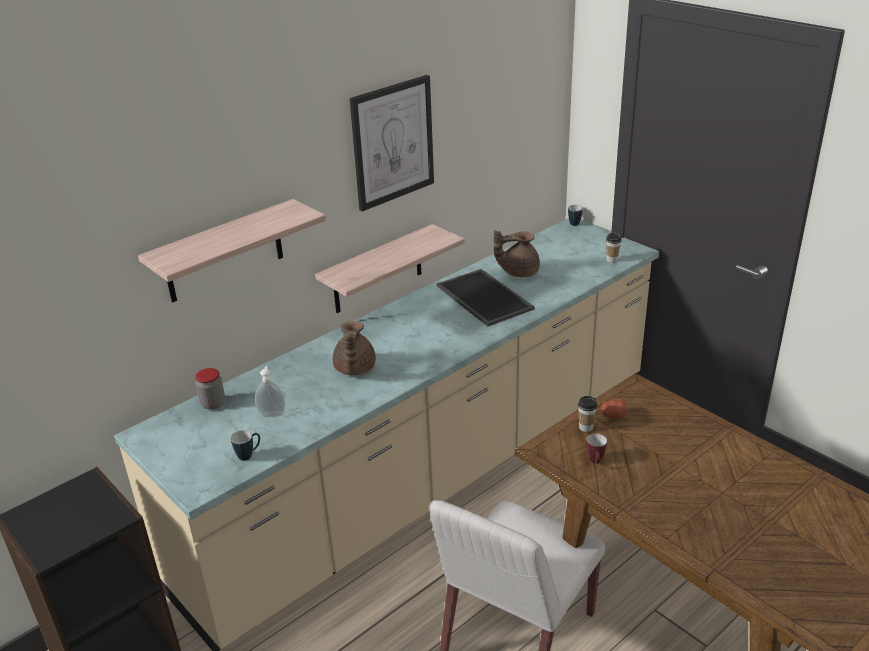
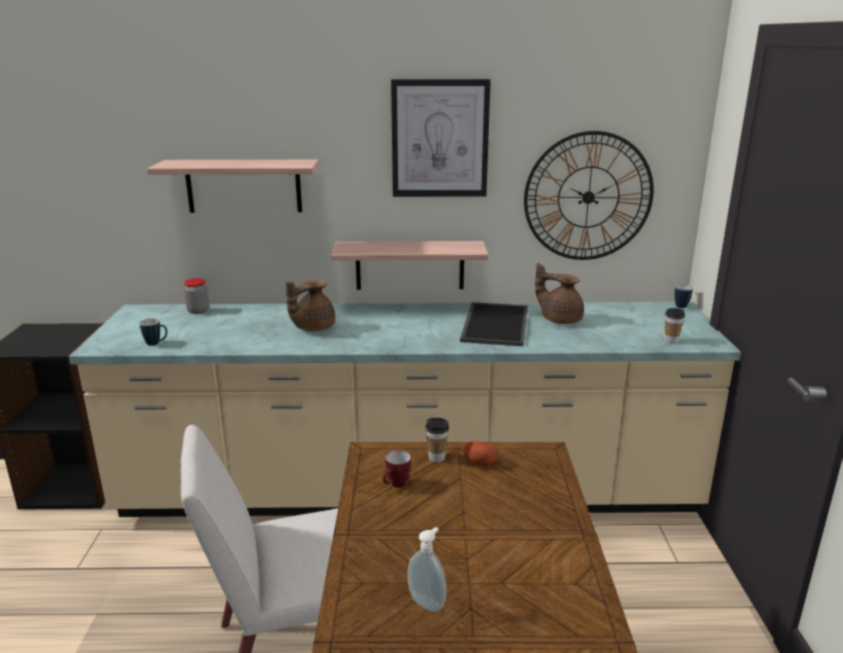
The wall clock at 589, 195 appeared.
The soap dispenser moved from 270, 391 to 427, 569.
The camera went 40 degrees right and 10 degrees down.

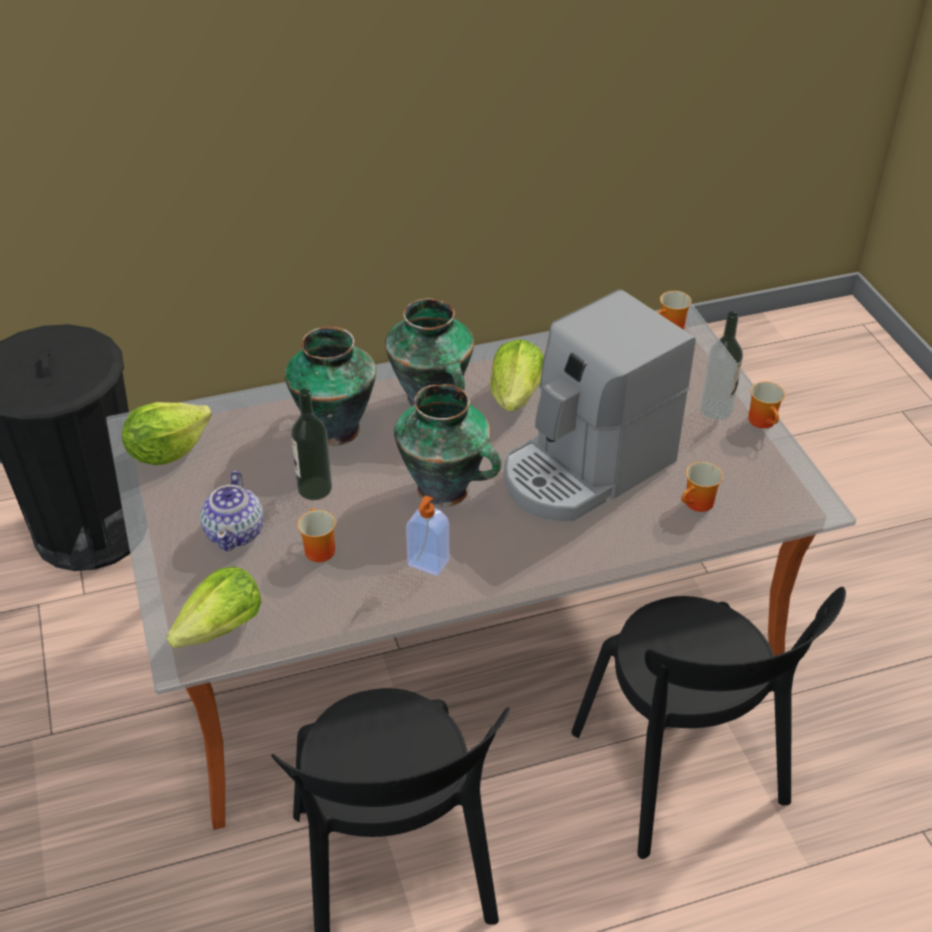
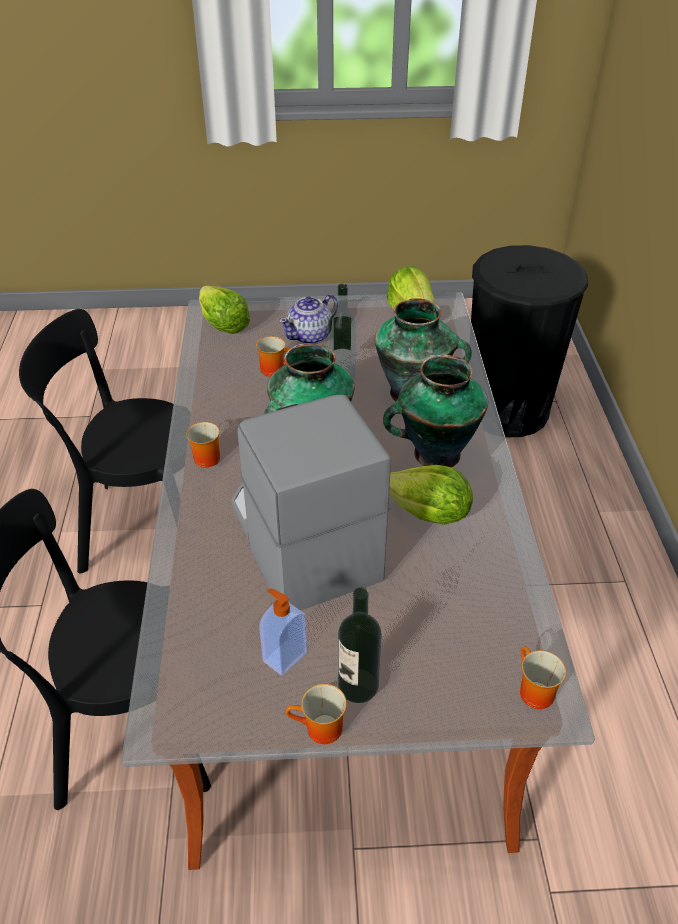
The soap dispenser moved from 427, 535 to 283, 632.
The mug moved from 702, 487 to 203, 445.
The teapot at 231, 510 turned 60 degrees counterclockwise.
The camera went 105 degrees right and 0 degrees up.

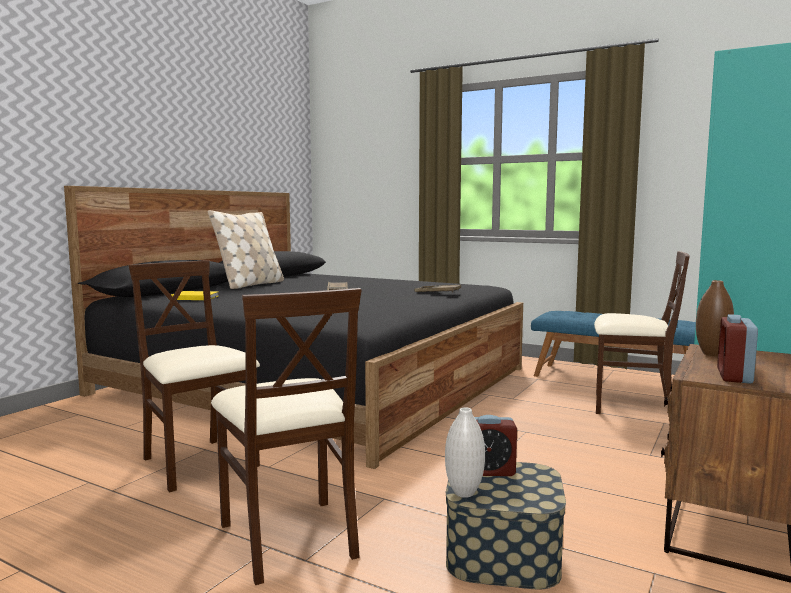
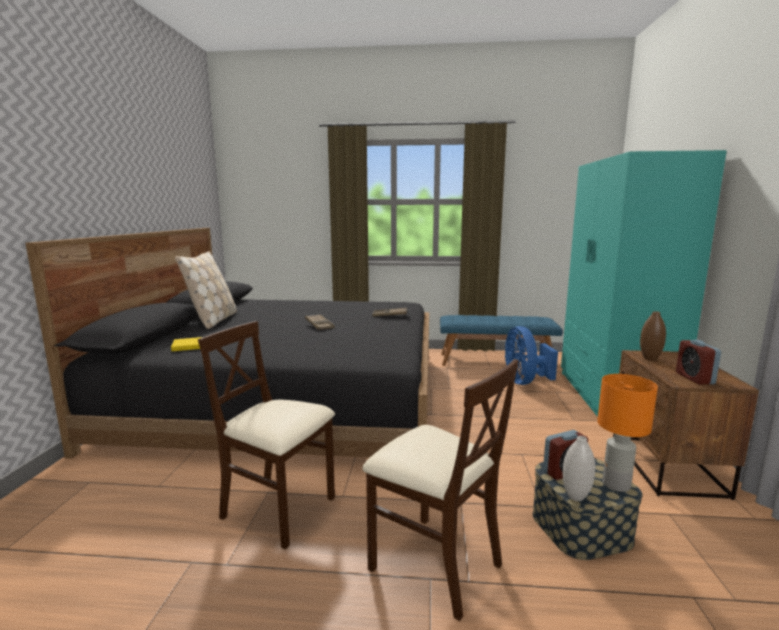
The table lamp/orange at 627, 433 appeared.
The chair/beige at 642, 332 was replaced by the fan/blue at 531, 355.
The camera went 25 degrees left and 5 degrees up.

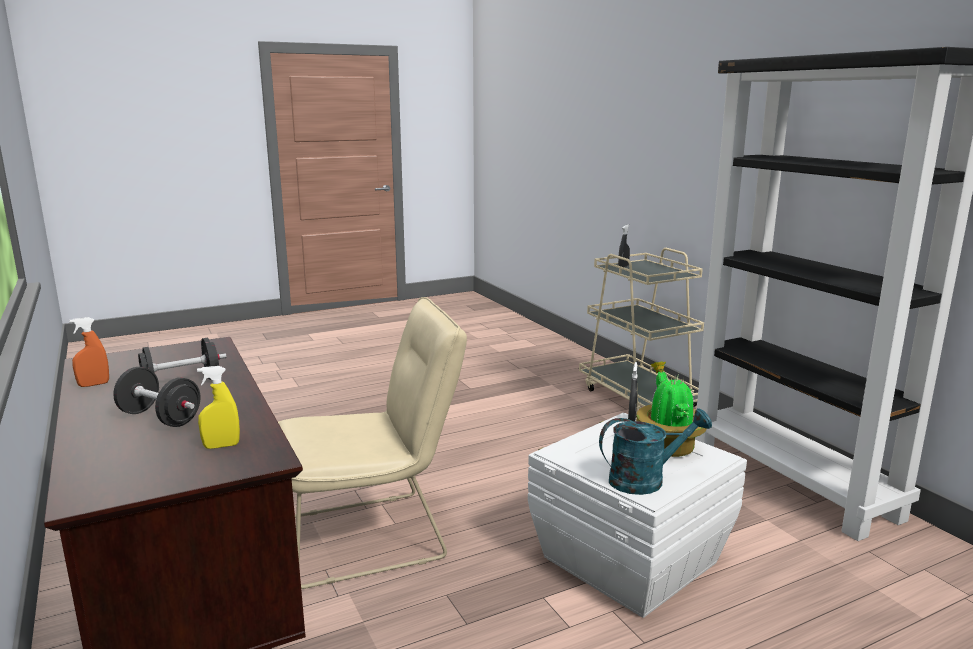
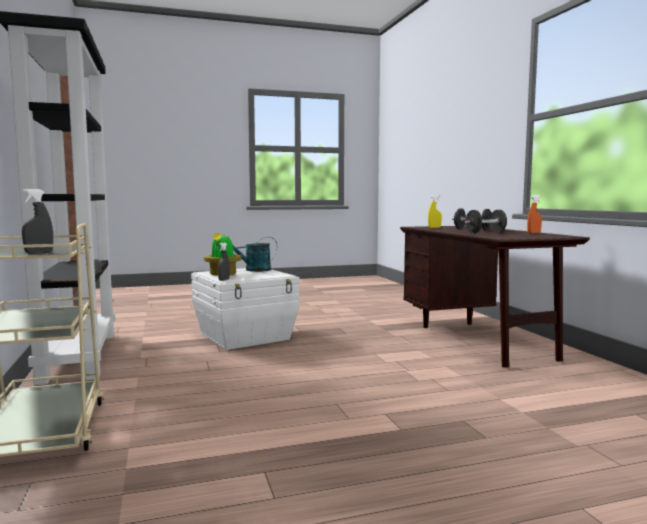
The chair/beige at 372, 443 disappeared.
The camera went 170 degrees left and 10 degrees down.

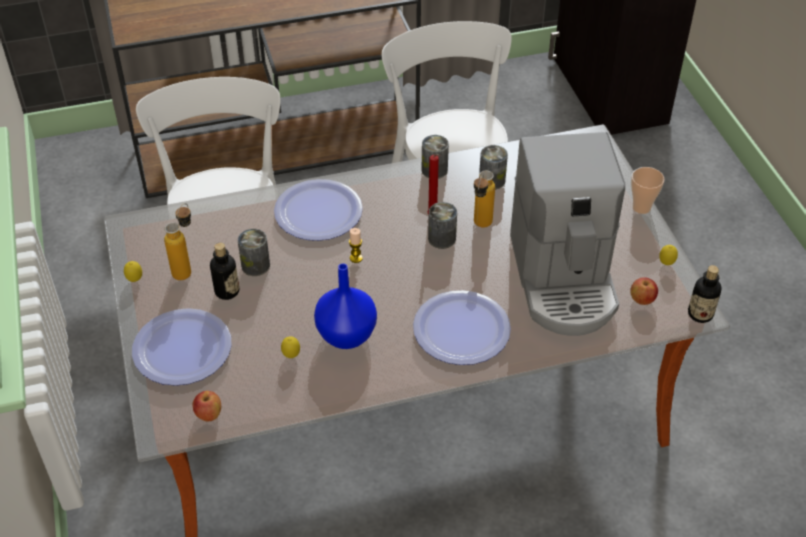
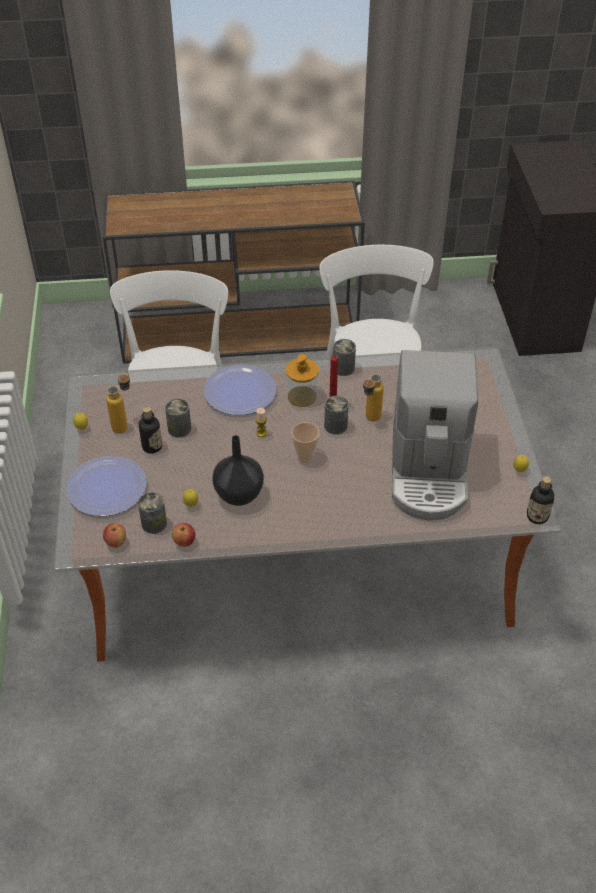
The plate at 462, 327 disappeared.
The soap dispenser at 302, 380 appeared.
The can moved from 493, 167 to 152, 513.
The apple moved from 644, 291 to 183, 535.
The cup moved from 647, 190 to 305, 442.
The vase/blue at 345, 306 became the vase/black at 238, 470.
The camera went 10 degrees right and 0 degrees up.

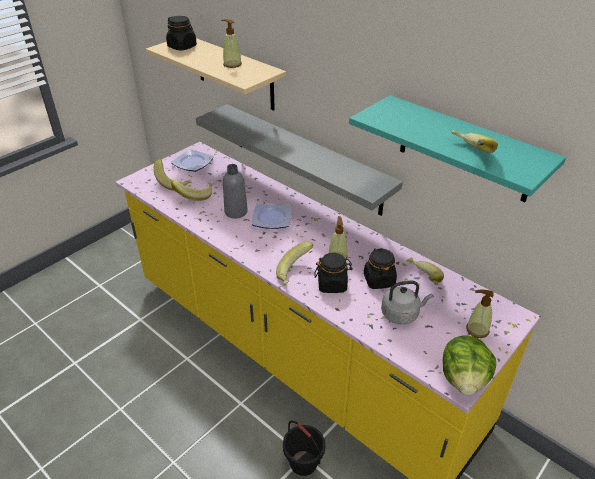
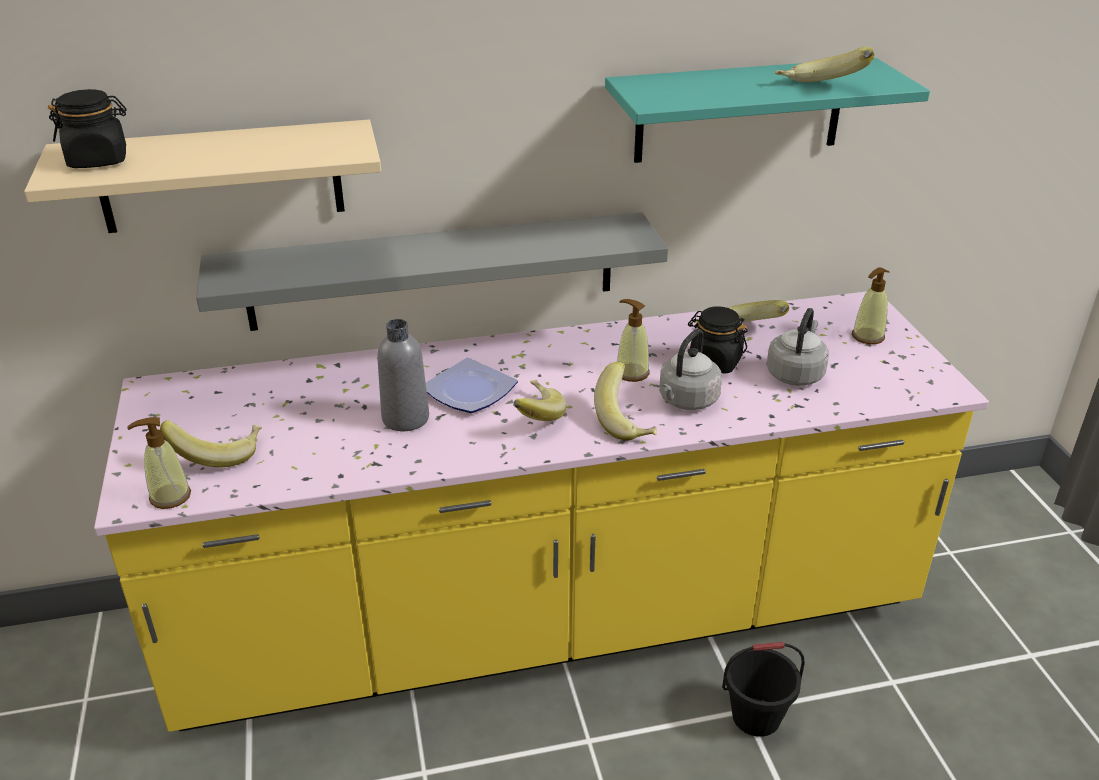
The plate at 192, 160 disappeared.
The lettuce at 469, 365 disappeared.
The banana moved from 192, 190 to 540, 400.
The soap dispenser moved from 231, 43 to 159, 463.
The jar/black at 333, 273 was replaced by the kettle/grey at 690, 369.
The camera went 55 degrees left and 5 degrees down.

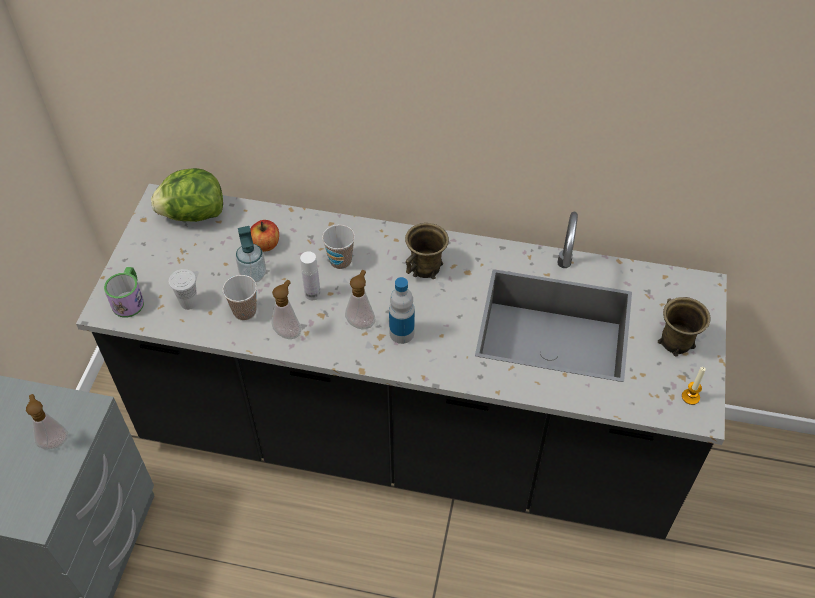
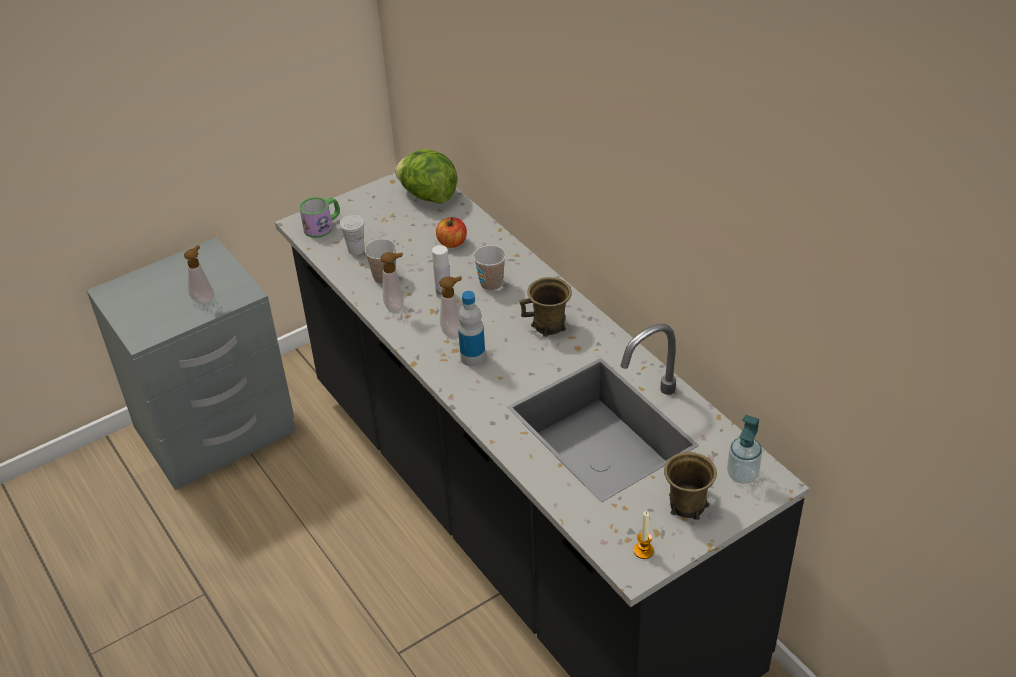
The soap dispenser moved from 251, 254 to 744, 449.
The camera went 45 degrees right and 10 degrees down.

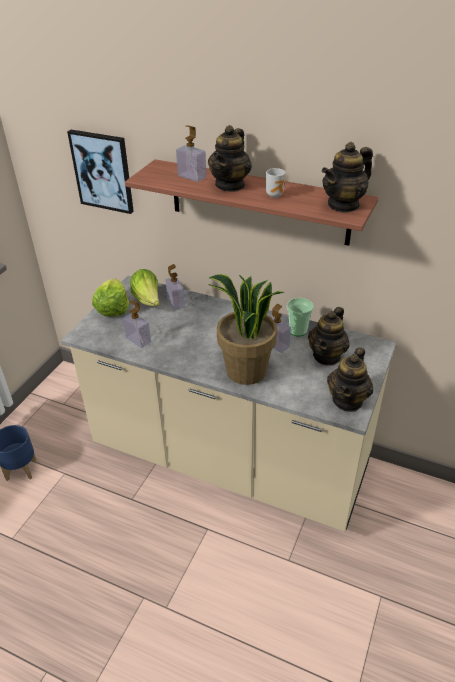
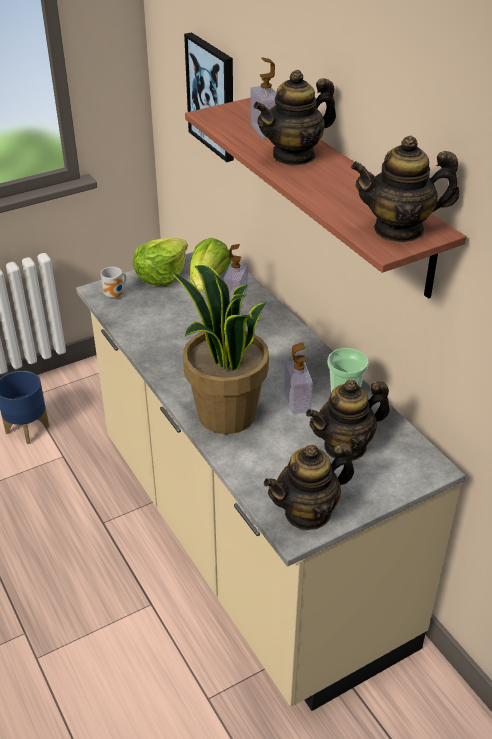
The soap dispenser at 137, 324 disappeared.
The mug moved from 275, 183 to 113, 283.
The camera went 35 degrees right and 0 degrees up.

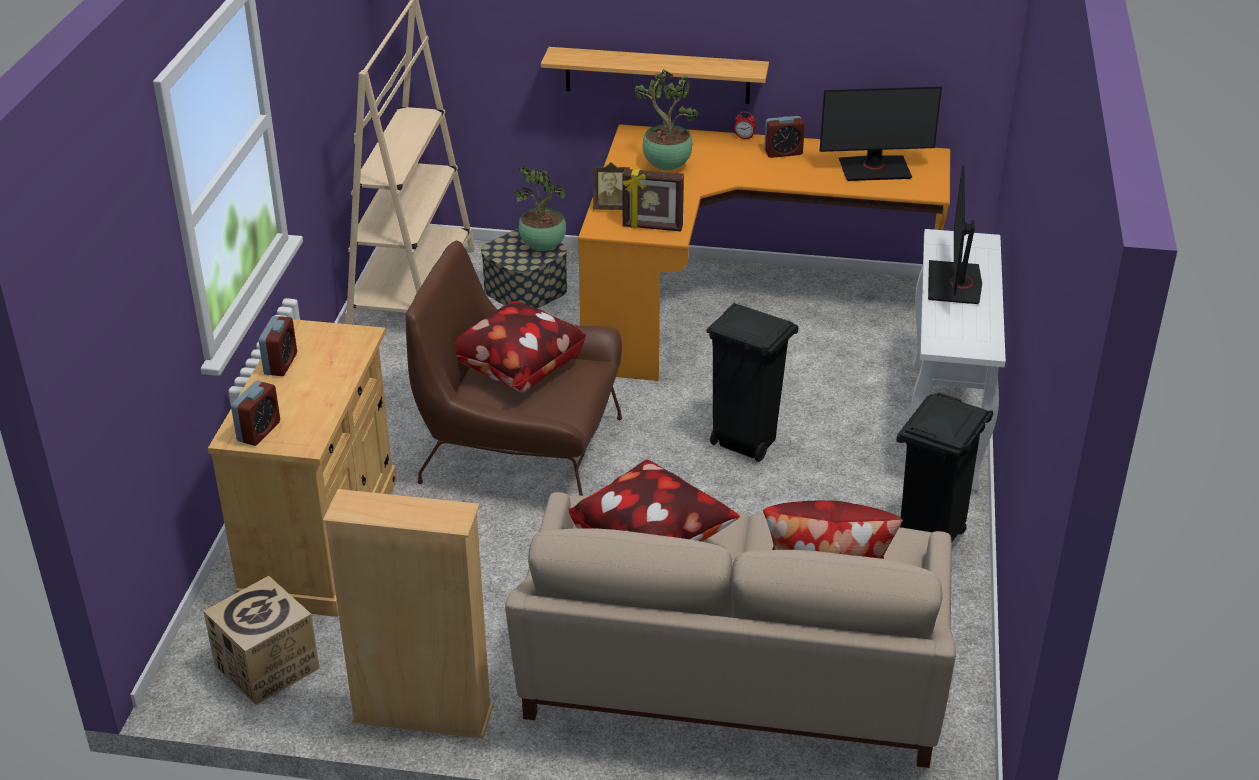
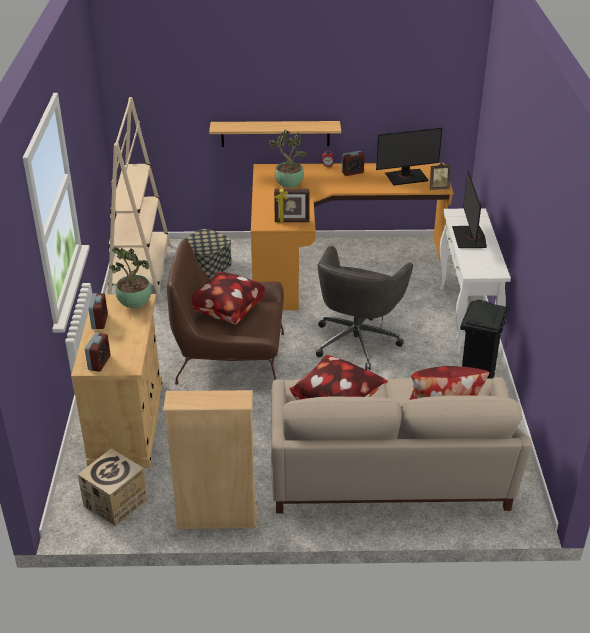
The potted plant moved from 540, 208 to 130, 277.
The picture frame moved from 611, 186 to 440, 176.
The trash can/black at 752, 382 was replaced by the office chair/grey at 364, 308.
The camera went 10 degrees left and 0 degrees up.

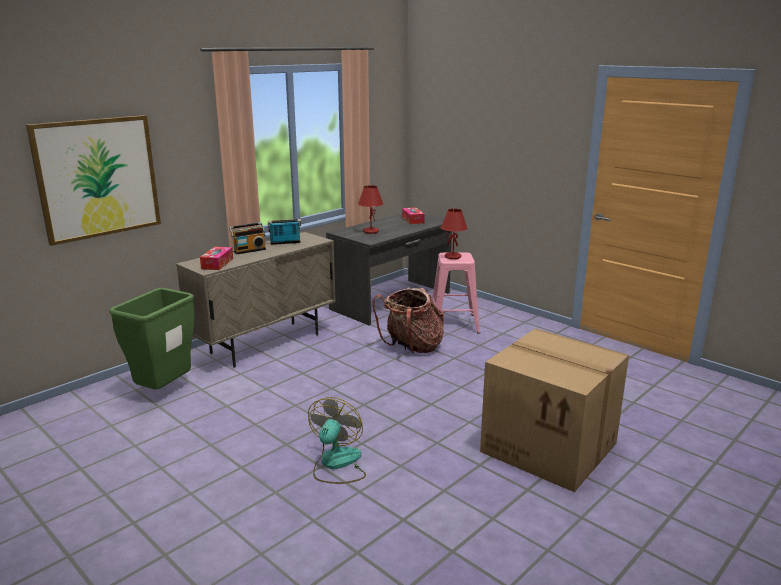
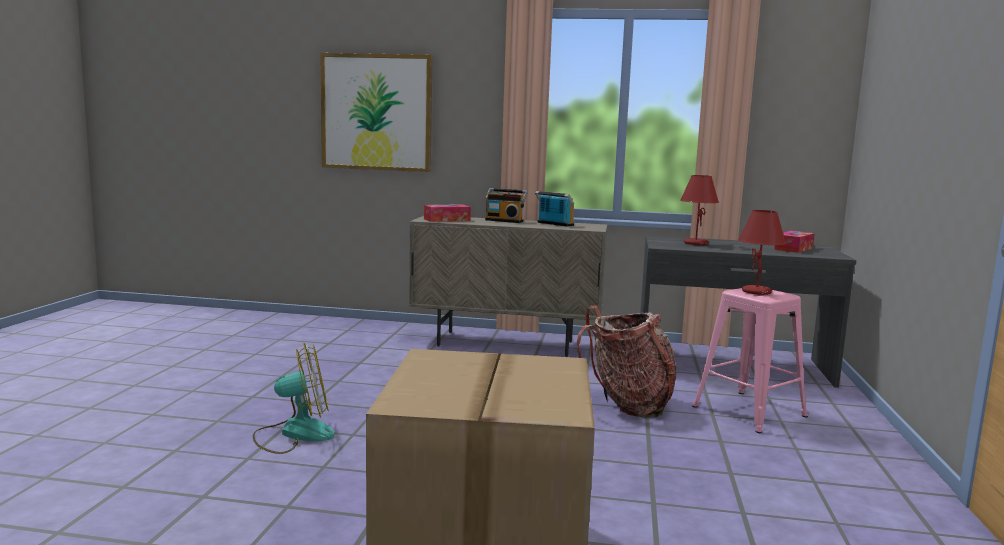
The trash can/green at 152, 339 disappeared.
The camera went 55 degrees right and 10 degrees down.

